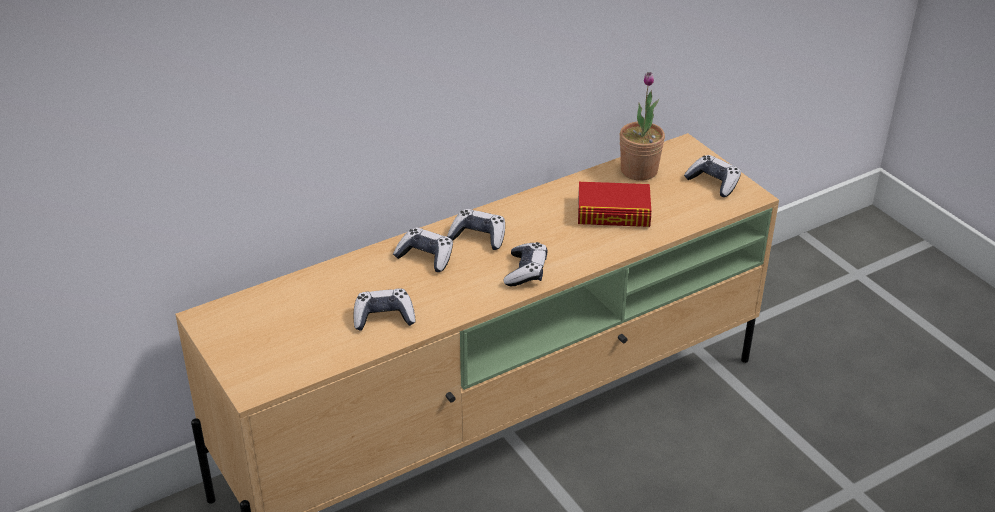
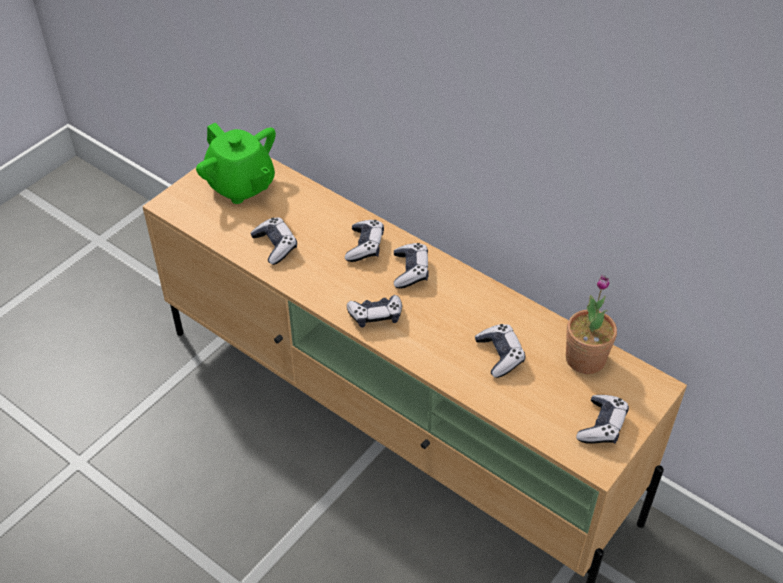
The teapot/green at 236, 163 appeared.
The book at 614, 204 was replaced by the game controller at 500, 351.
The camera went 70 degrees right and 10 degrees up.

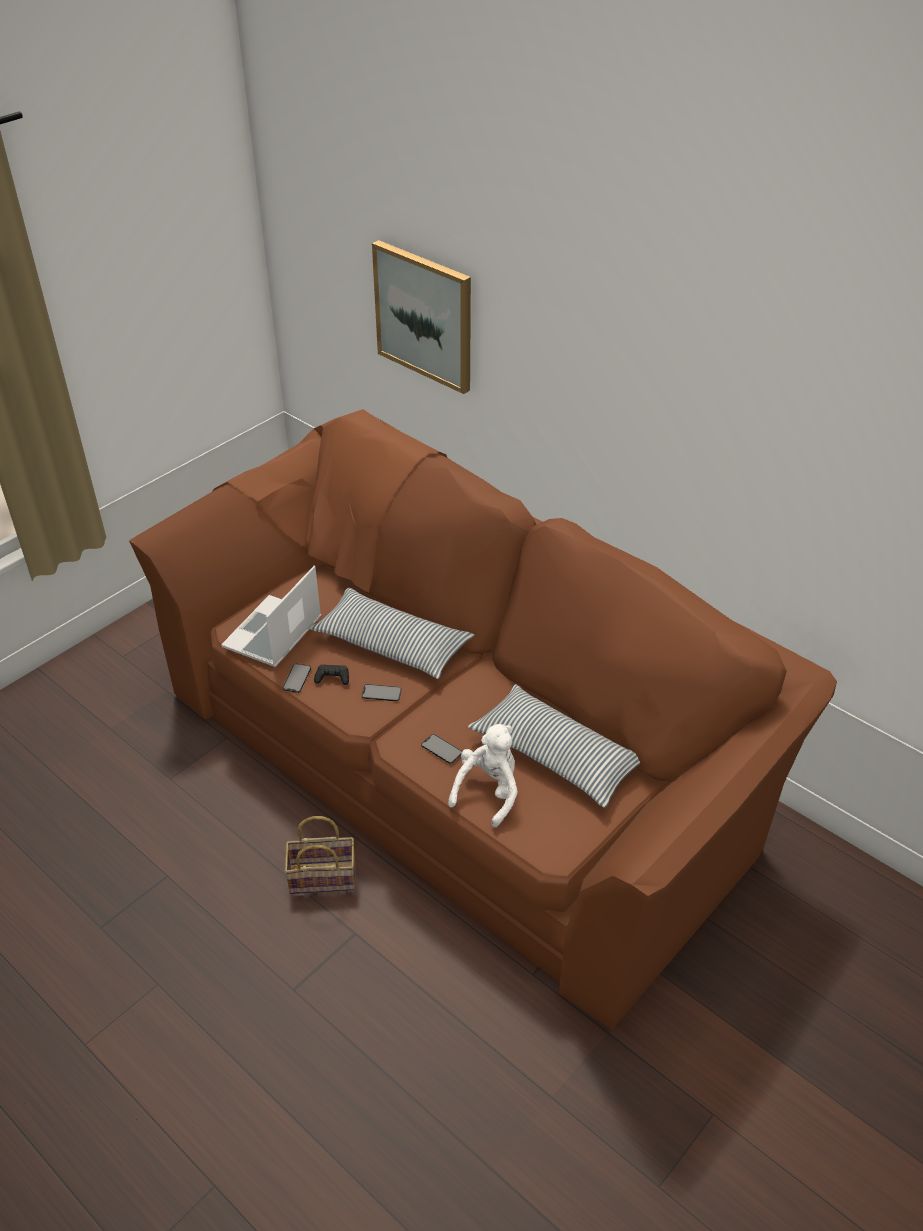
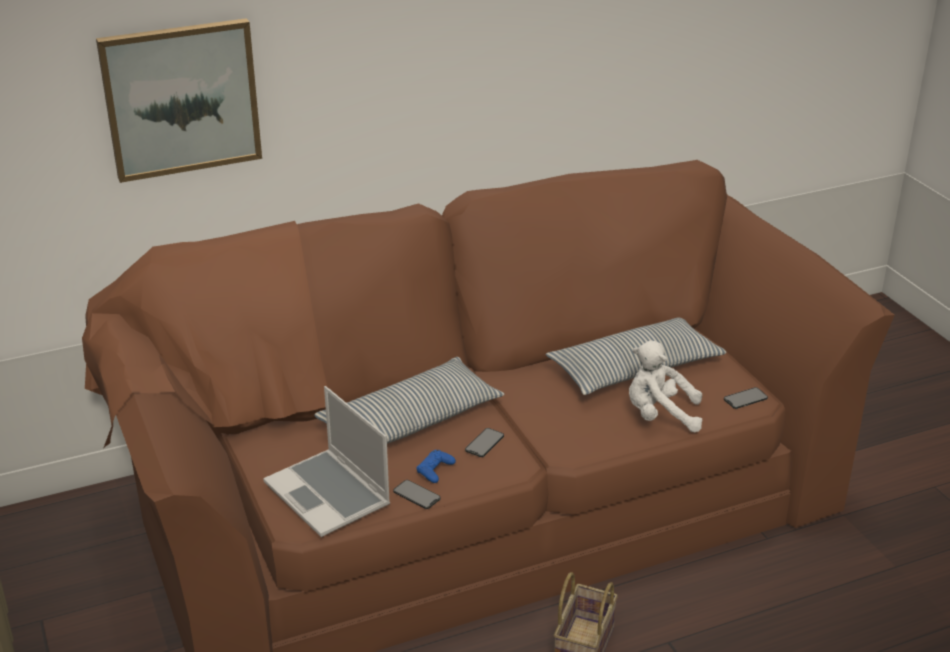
The phone moved from 441, 749 to 746, 398.
The game controller/black at 331, 675 became the game controller/blue at 436, 466.
The plush toy/white at 483, 776 turned 45 degrees counterclockwise.
The camera went 65 degrees left and 10 degrees down.

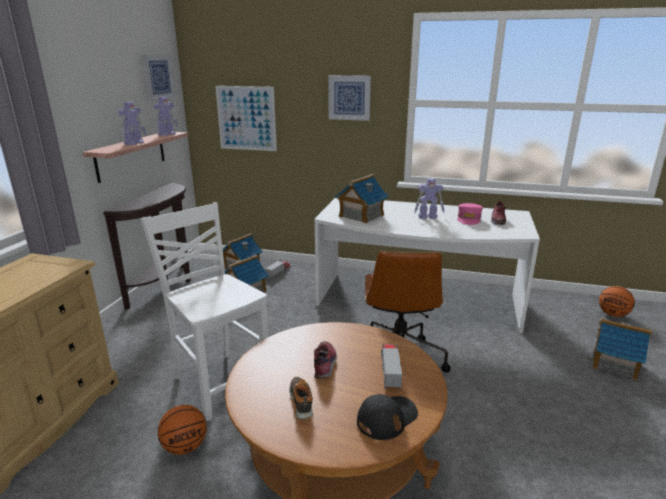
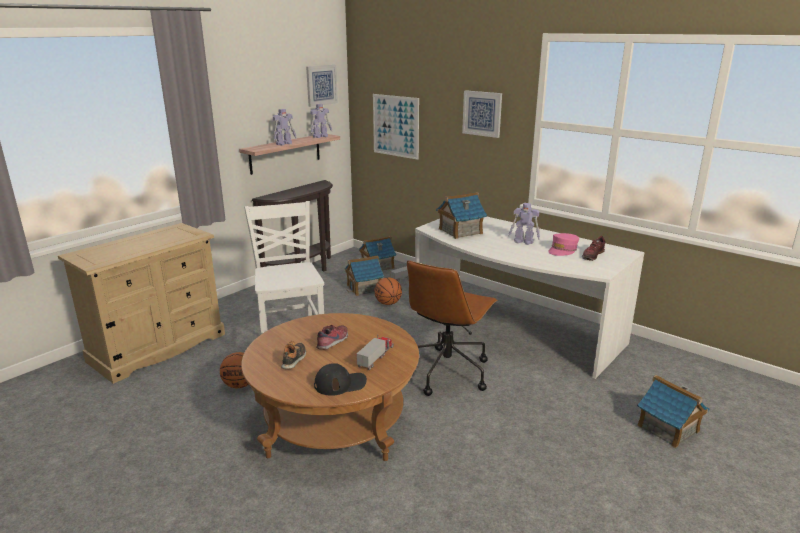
The basketball moved from 617, 301 to 388, 291.
The camera went 25 degrees right and 0 degrees up.

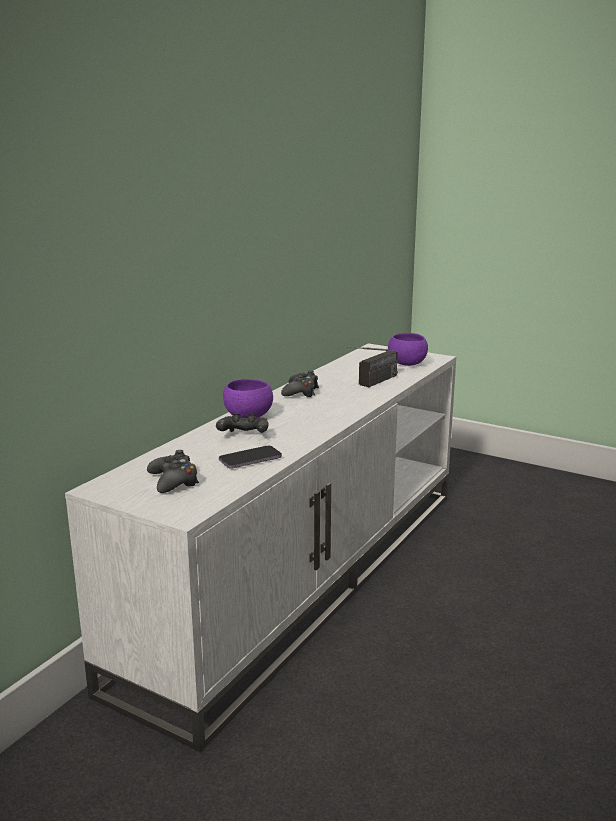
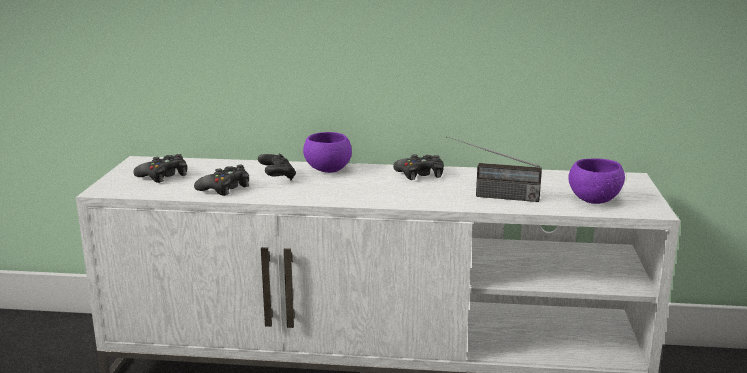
The phone at 250, 457 was replaced by the game controller/black at 221, 180.
The camera went 65 degrees right and 0 degrees up.

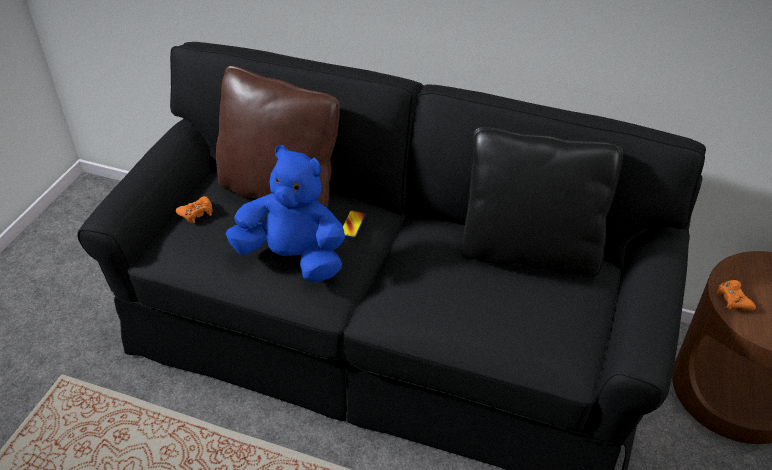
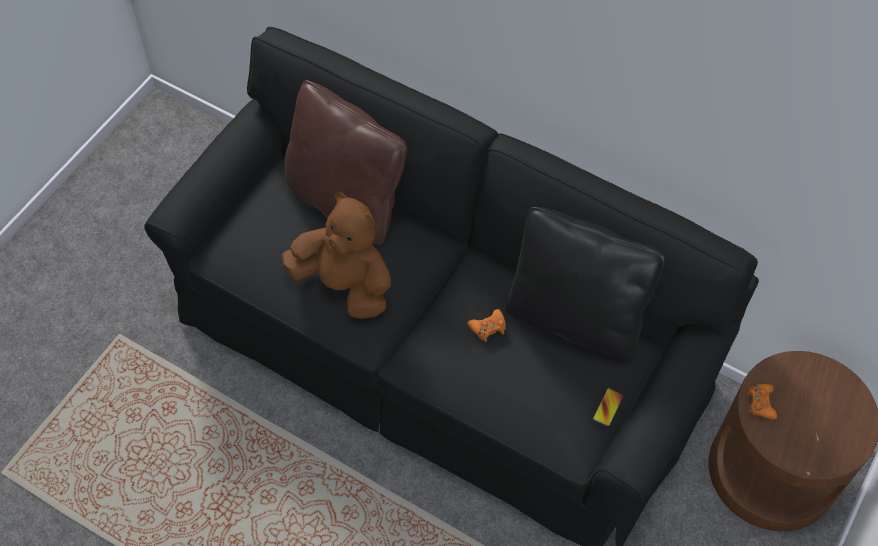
The game controller/orange moved from 194, 209 to 486, 325.
The phone moved from 354, 224 to 608, 407.
The plush toy/blue at 285, 213 became the plush toy/brown at 336, 255.
The camera went 10 degrees right and 15 degrees up.

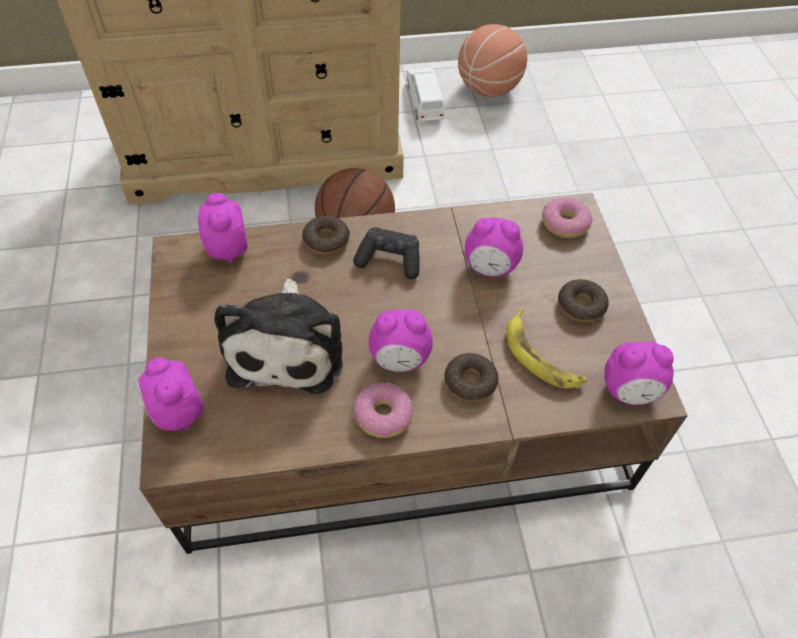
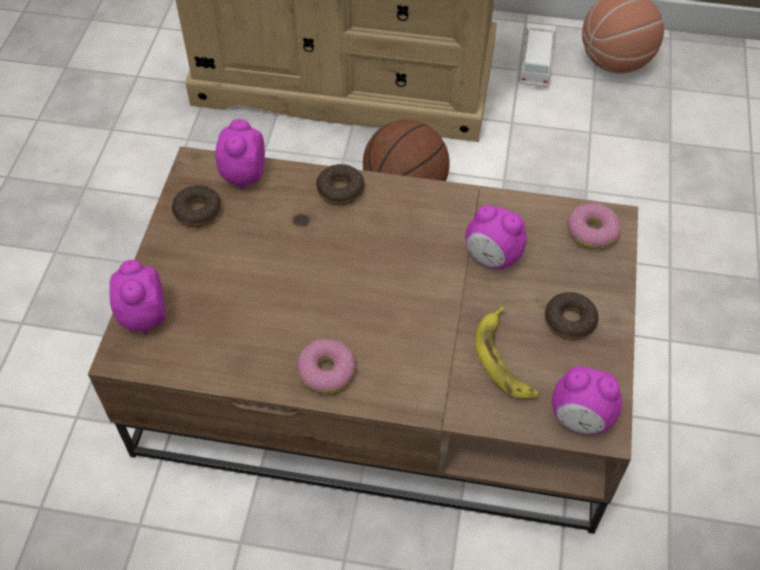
The plush toy at 278, 336 disappeared.
The game controller/black at 386, 253 disappeared.
The alarm clock at 401, 341 disappeared.
The donut moved from 471, 377 to 196, 206.
The camera went 20 degrees right and 0 degrees up.

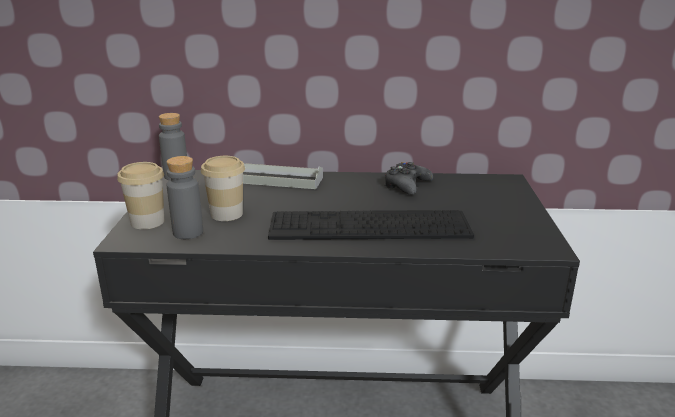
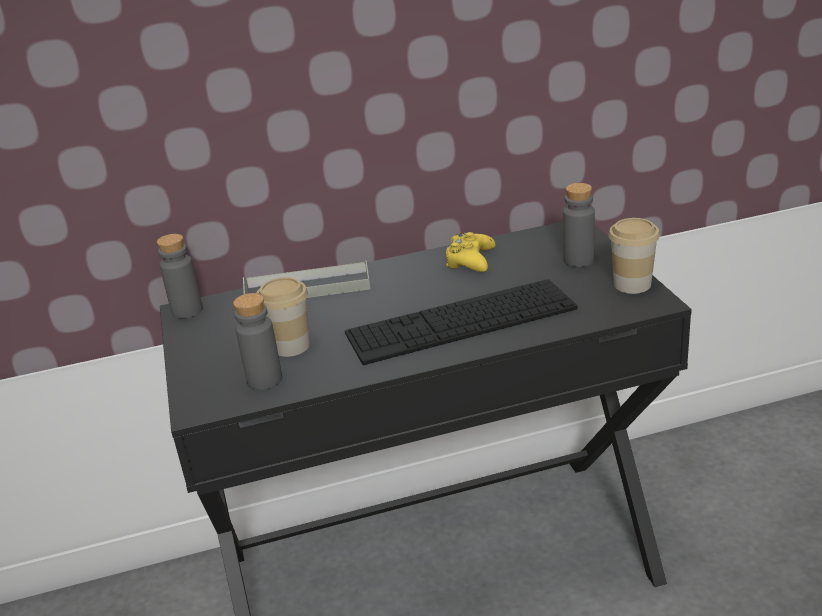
The bottle/grey at 579, 225 appeared.
The cup moved from 140, 195 to 634, 256.
The game controller/black at 408, 178 became the game controller/yellow at 470, 252.
The camera went 15 degrees left and 5 degrees up.

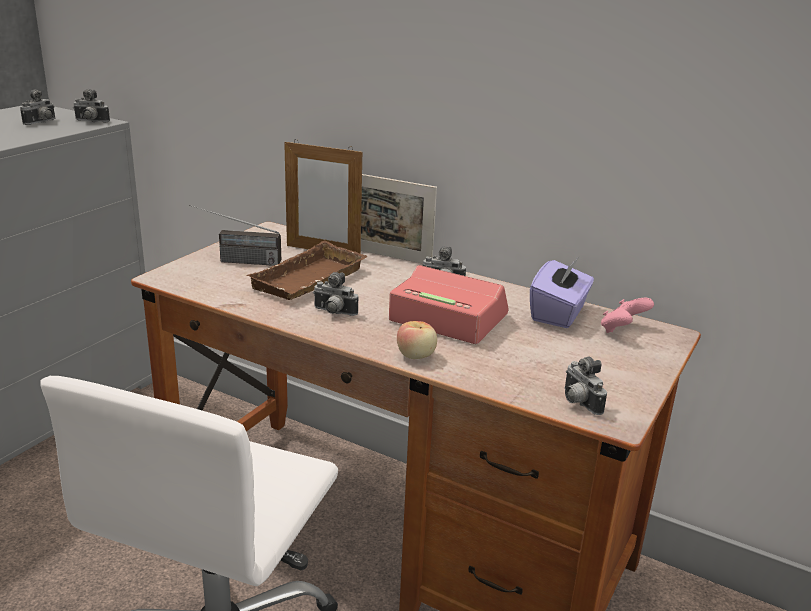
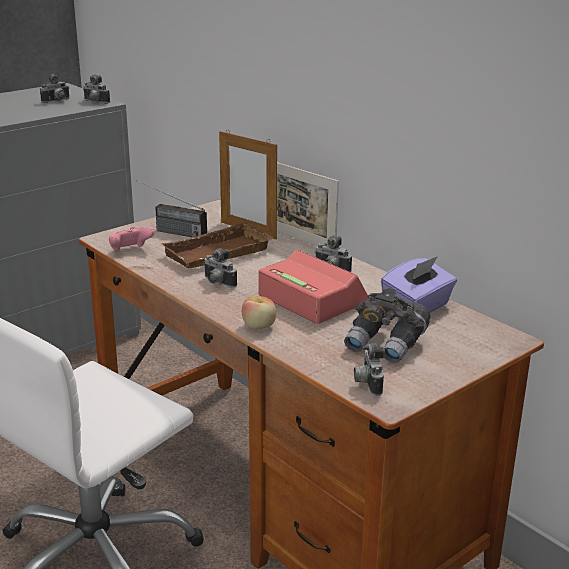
The binoculars/grey at 387, 325 appeared.
The game controller/pink moved from 627, 315 to 132, 239.
The camera went 20 degrees right and 0 degrees up.

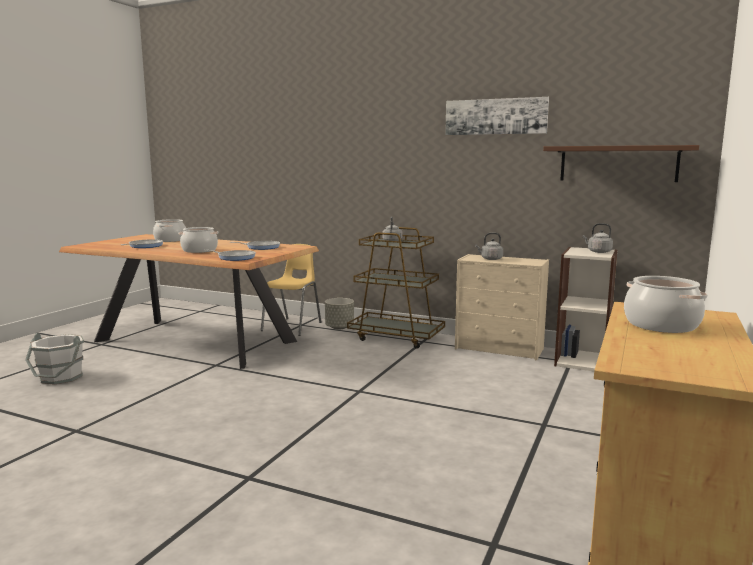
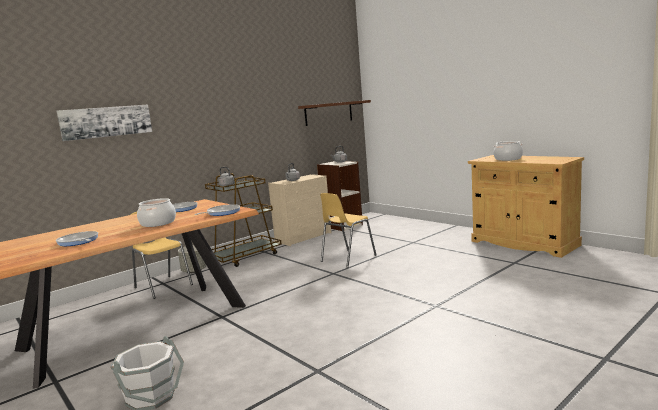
The cooking pot at 169, 230 disappeared.
The chair/yellow at 348, 230 appeared.
The picture moved from 497, 116 to 104, 122.
The camera went 65 degrees left and 0 degrees up.

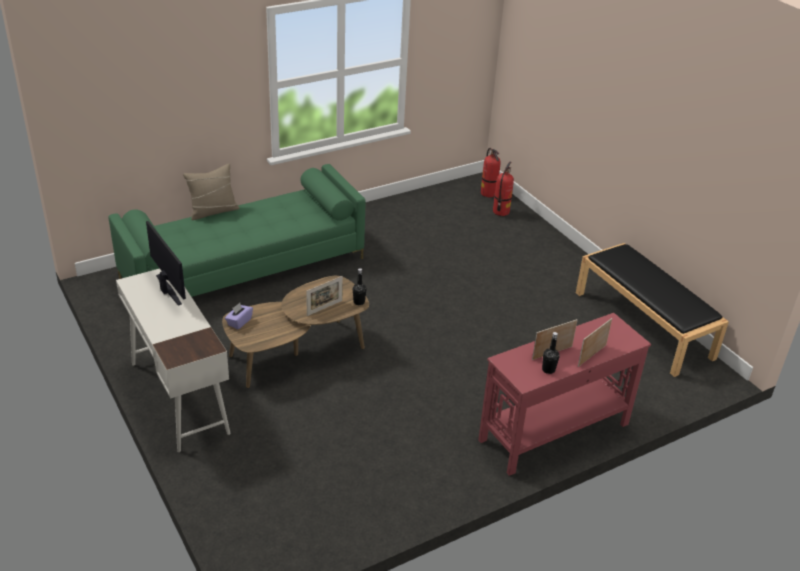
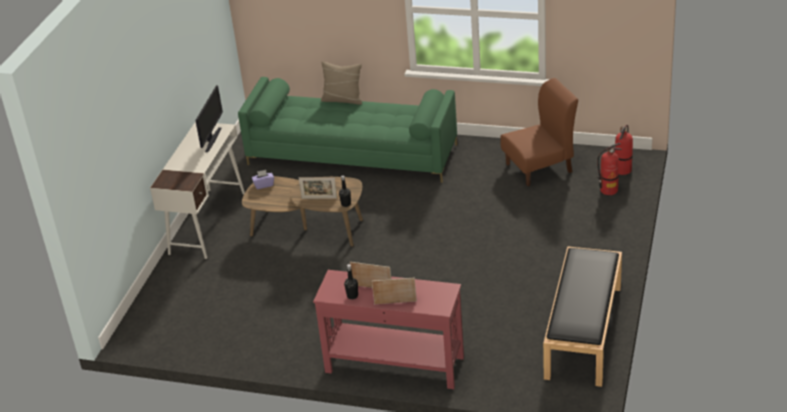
The chair/brown at 539, 132 appeared.
The camera went 50 degrees right and 0 degrees up.

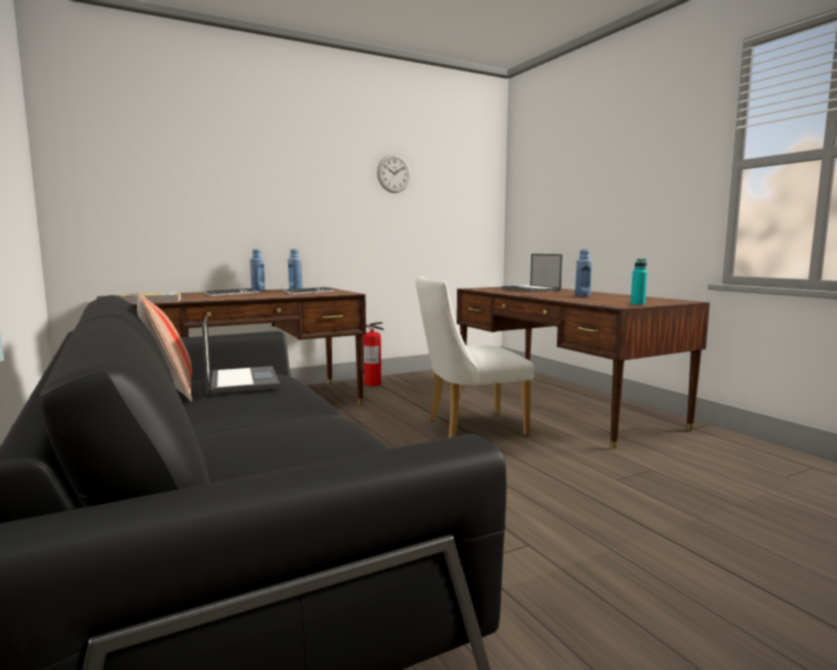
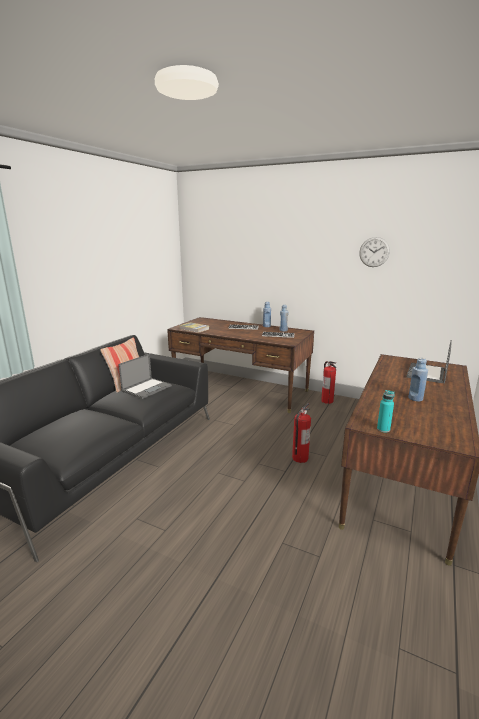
The chair/white at 475, 357 was replaced by the fire extinguisher at 301, 433.
The camera went 55 degrees right and 10 degrees up.

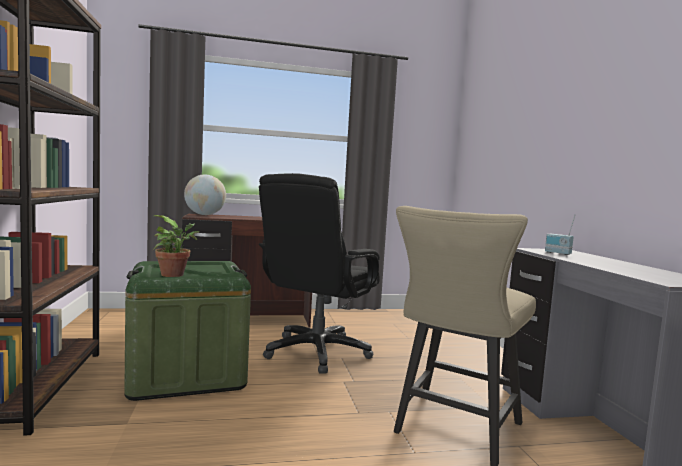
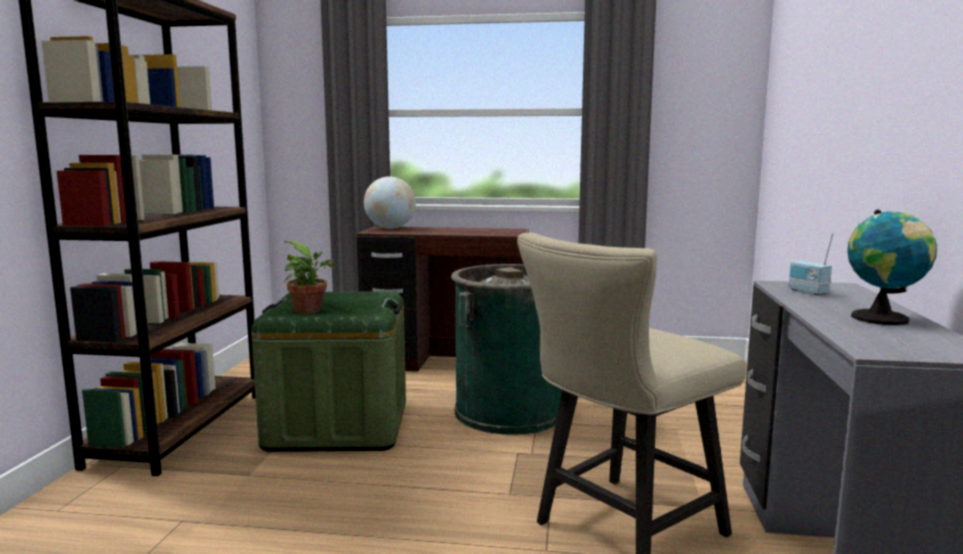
The globe at 892, 267 appeared.
The office chair/black at 319, 273 was replaced by the trash can/green at 506, 349.
The camera went 20 degrees right and 5 degrees up.

